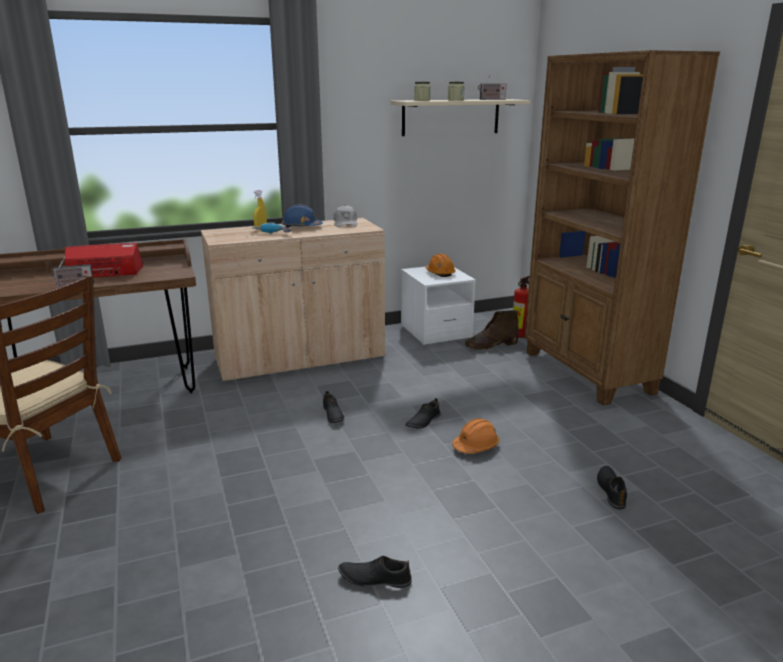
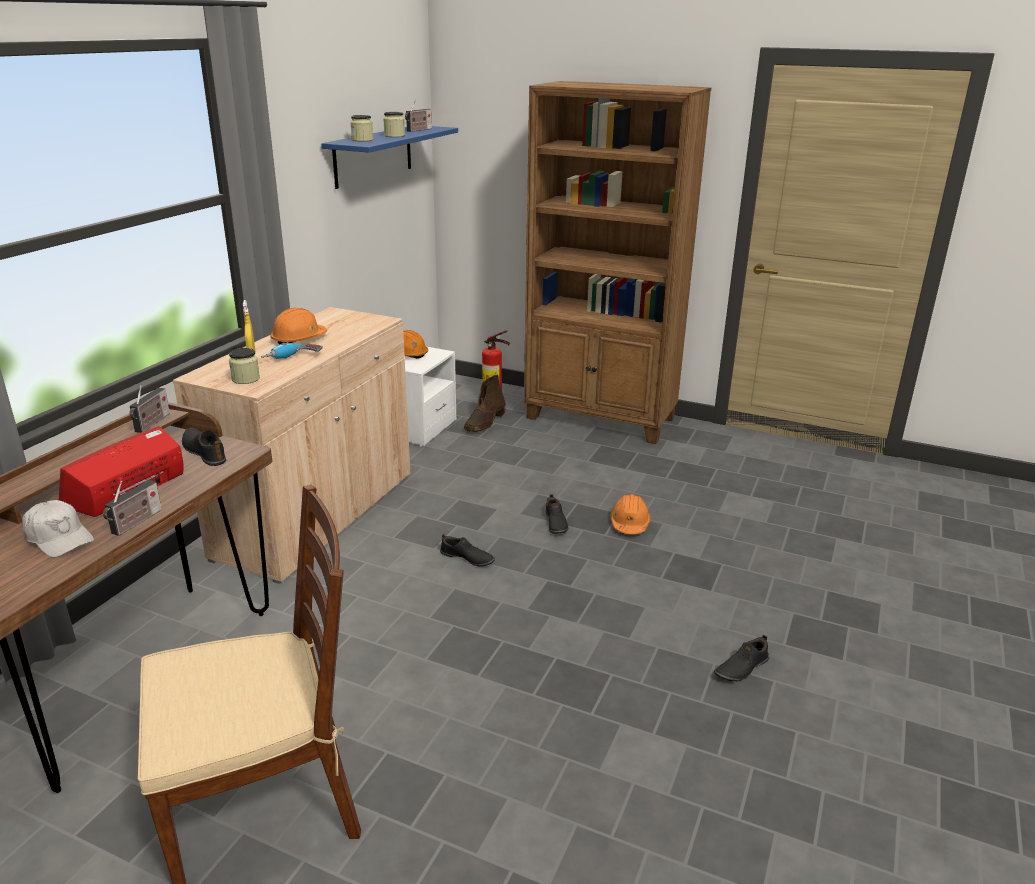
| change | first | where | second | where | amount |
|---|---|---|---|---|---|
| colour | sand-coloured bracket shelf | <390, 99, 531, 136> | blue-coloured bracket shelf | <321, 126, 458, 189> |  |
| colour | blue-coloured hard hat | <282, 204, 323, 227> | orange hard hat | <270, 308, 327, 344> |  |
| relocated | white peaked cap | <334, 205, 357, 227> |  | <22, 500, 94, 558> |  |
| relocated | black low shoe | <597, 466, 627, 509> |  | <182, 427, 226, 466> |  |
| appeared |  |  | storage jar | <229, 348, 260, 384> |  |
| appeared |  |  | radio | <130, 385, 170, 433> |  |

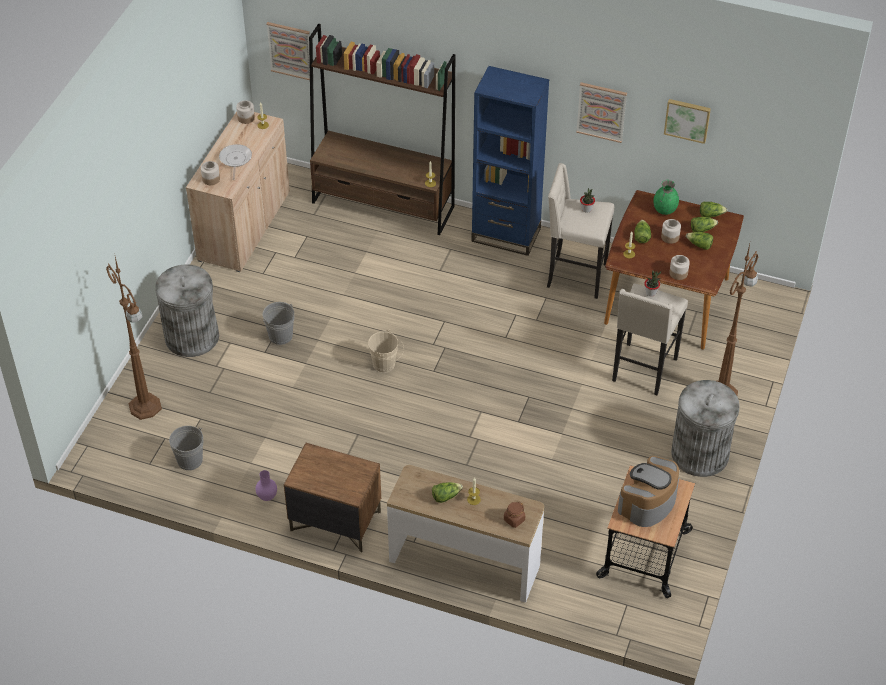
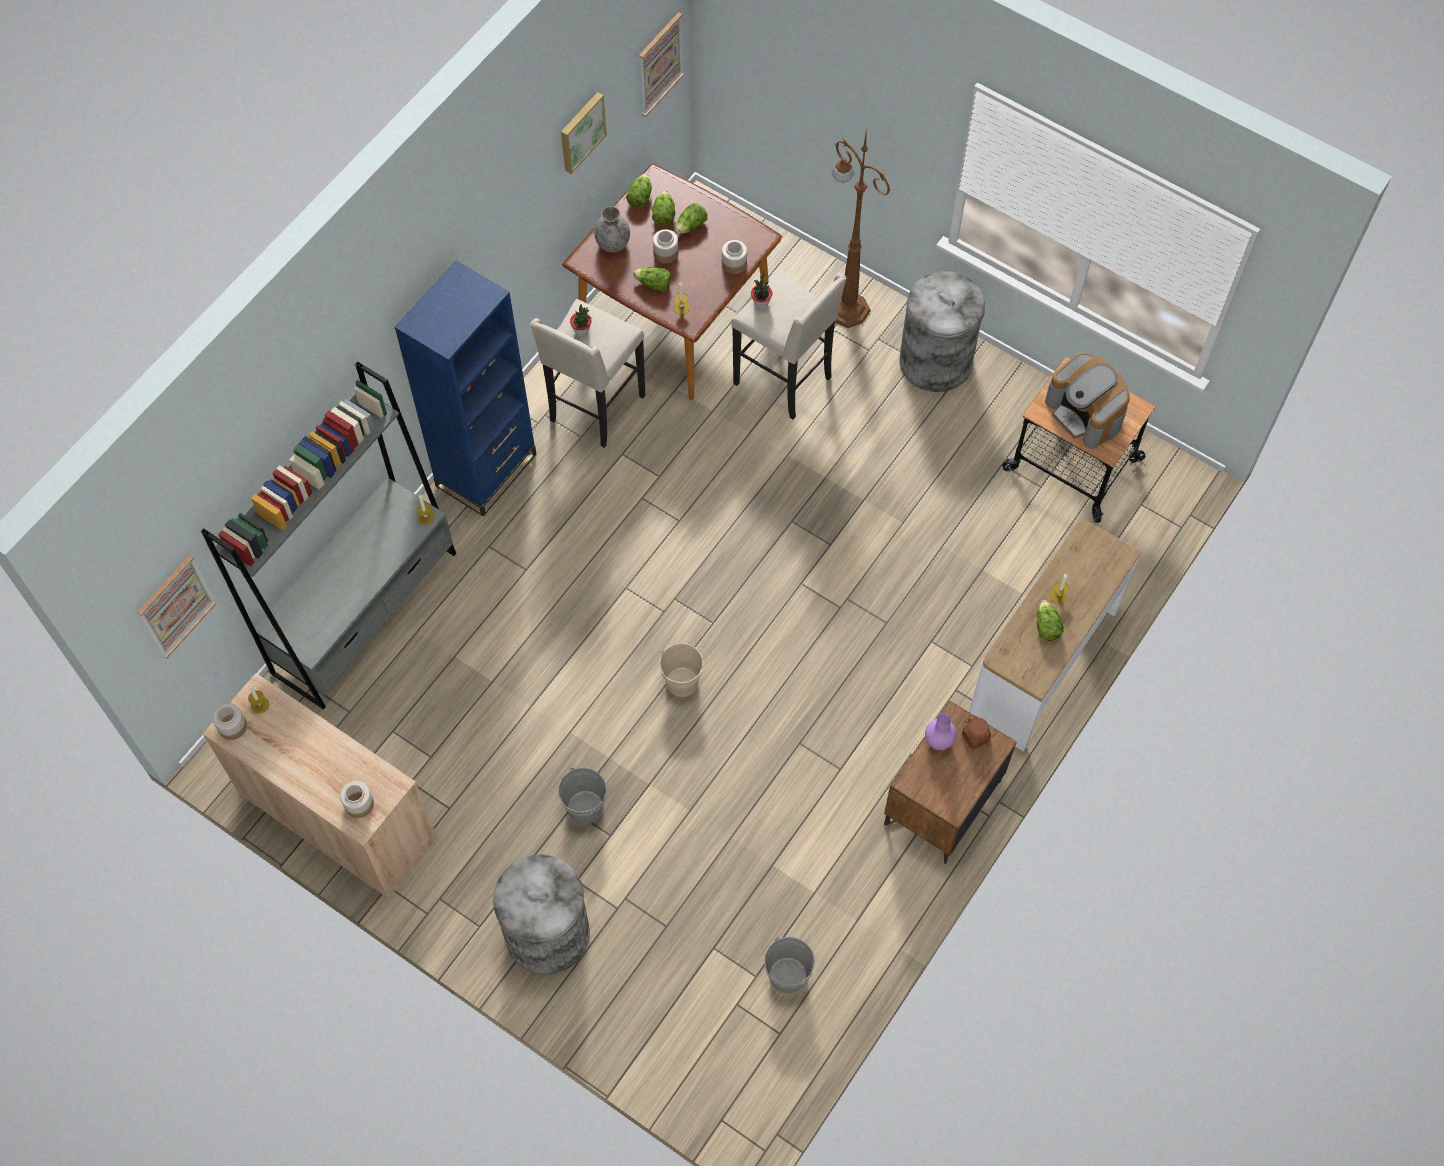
| change | first | where | second | where | amount |
|---|---|---|---|---|---|
| colour | brownish bookcase | <309, 24, 455, 235> | greyish bookcase | <201, 361, 456, 710> |  |
| relocated | picture | <576, 82, 627, 143> |  | <639, 12, 684, 117> |  |
| missing | frying pan | <219, 144, 252, 180> |  |  |  |
| colour | green-coloured flower vase | <653, 180, 679, 215> | greyish flower vase | <594, 206, 630, 253> |  |
| missing | brownish standard lamp | <106, 257, 162, 420> |  |  |  |
| relocated | purplish flower vase | <255, 470, 277, 501> |  | <925, 713, 957, 750> |  |
| relocated | brownish storage jar | <504, 502, 525, 528> |  | <962, 716, 991, 749> |  |

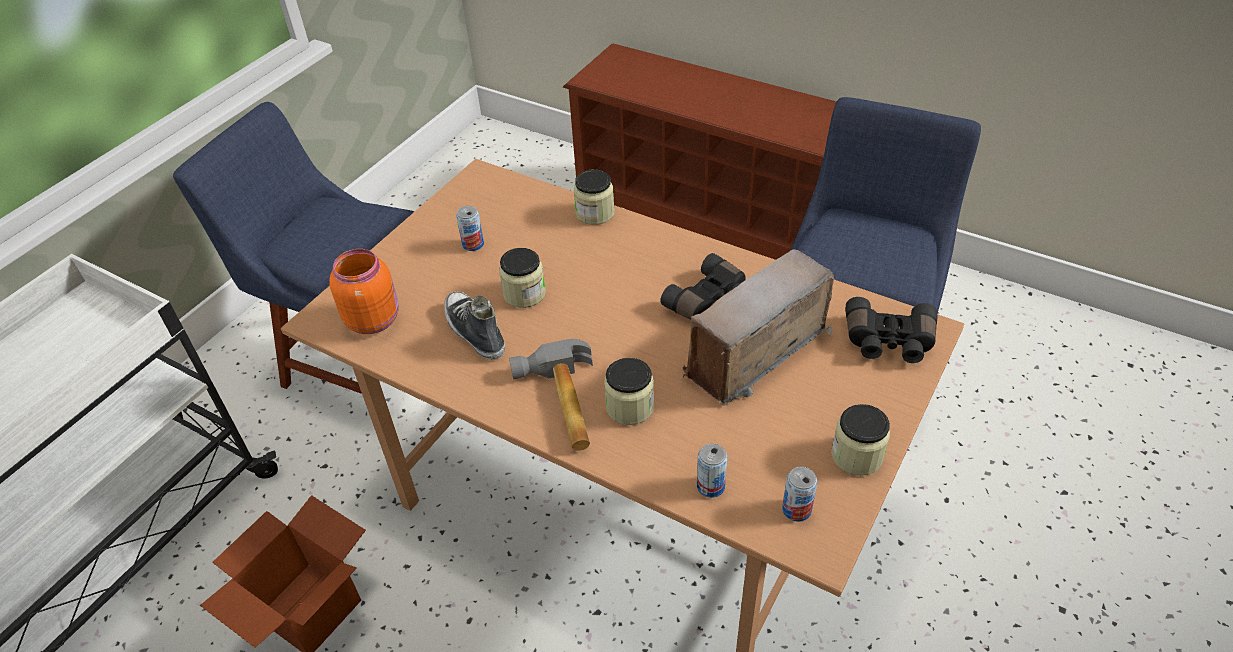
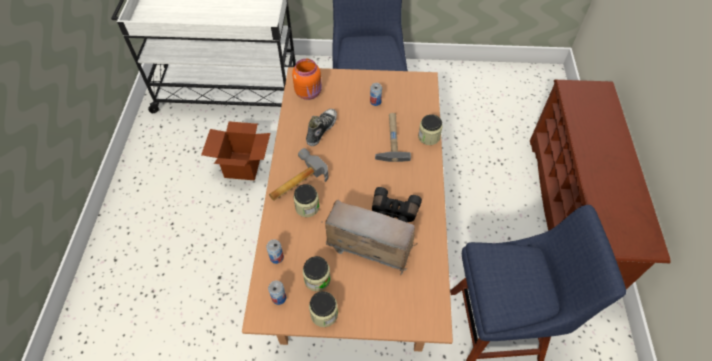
| change | first | where | second | where | amount |
|---|---|---|---|---|---|
| relocated | storage jar | <499, 248, 546, 308> |  | <303, 256, 331, 291> |  |
| missing | black field glasses | <845, 297, 938, 363> |  |  |  |
| appeared |  |  | hand hammer | <375, 113, 411, 162> |  |

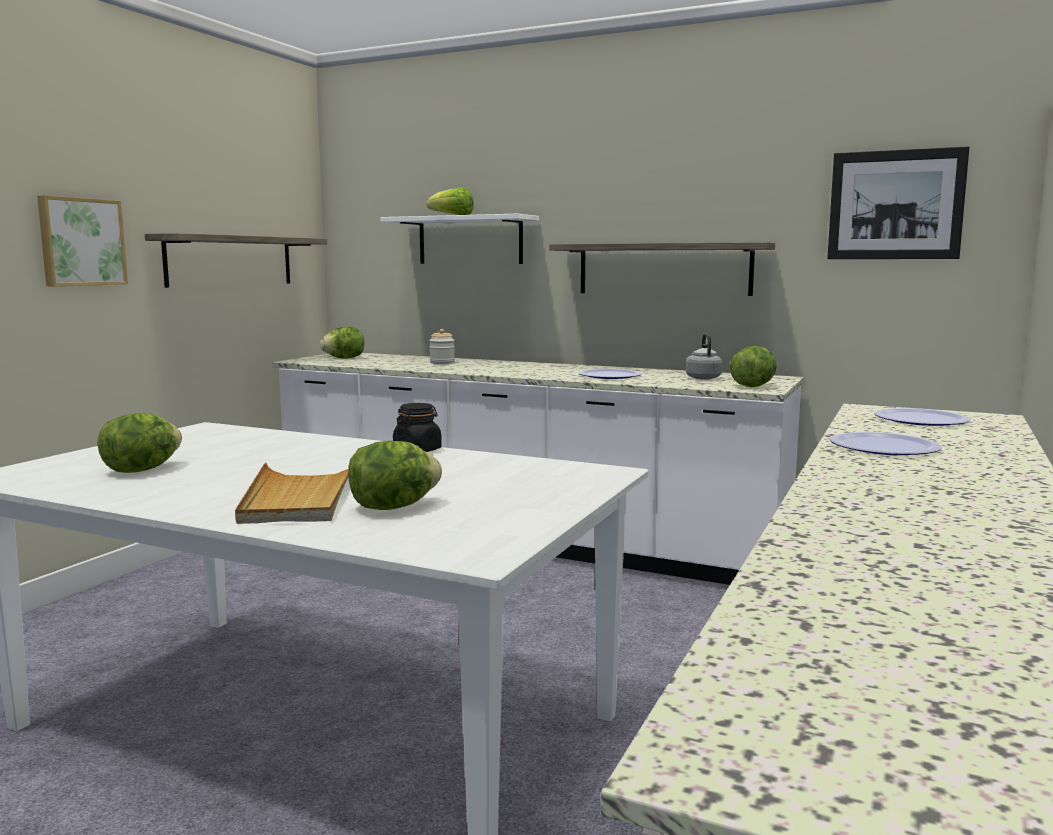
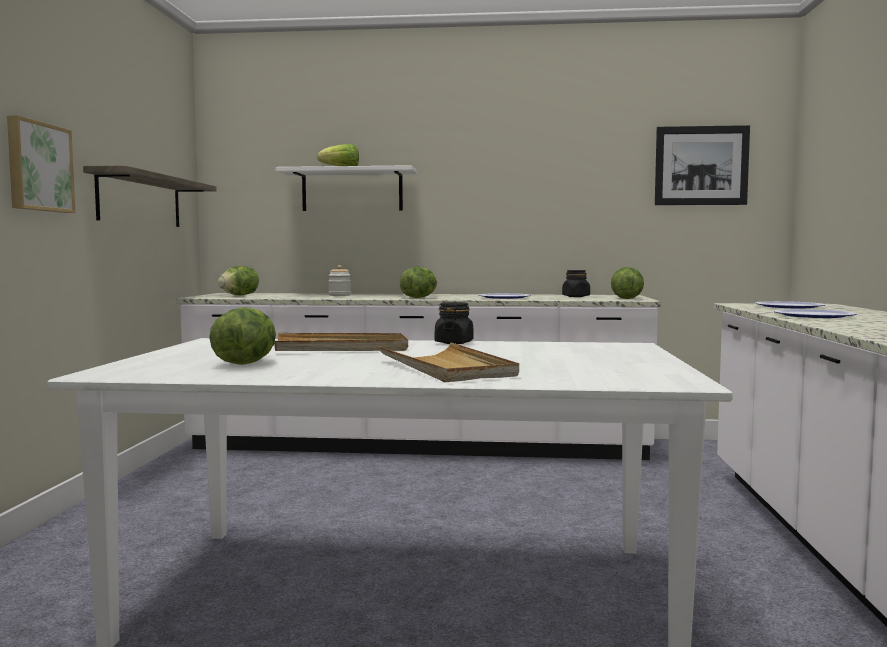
| change | first | where | second | where | amount |
|---|---|---|---|---|---|
| missing | bracket shelf | <549, 242, 775, 296> |  |  |  |
| exchanged | greyish tea kettle | <686, 334, 723, 380> | black storage jar | <562, 270, 590, 297> |  |
| relocated | lettuce head | <348, 441, 442, 510> |  | <400, 267, 437, 298> |  |
| appeared |  |  | sand-coloured carrying tray | <274, 333, 408, 351> |  |

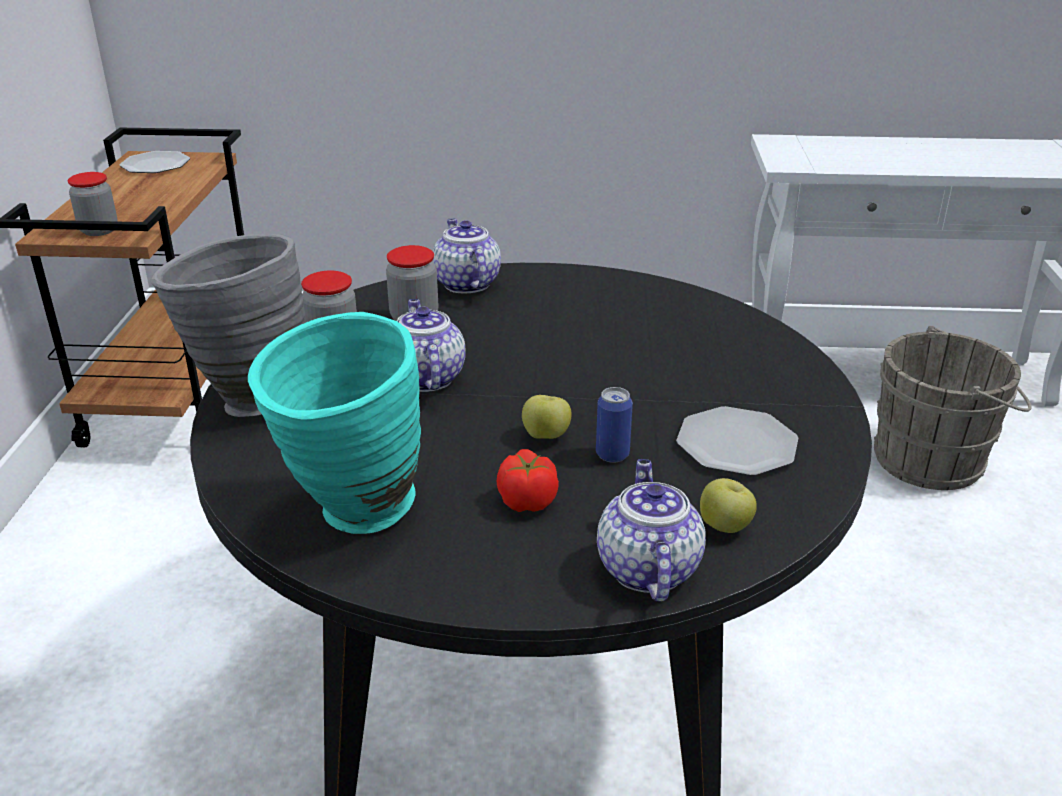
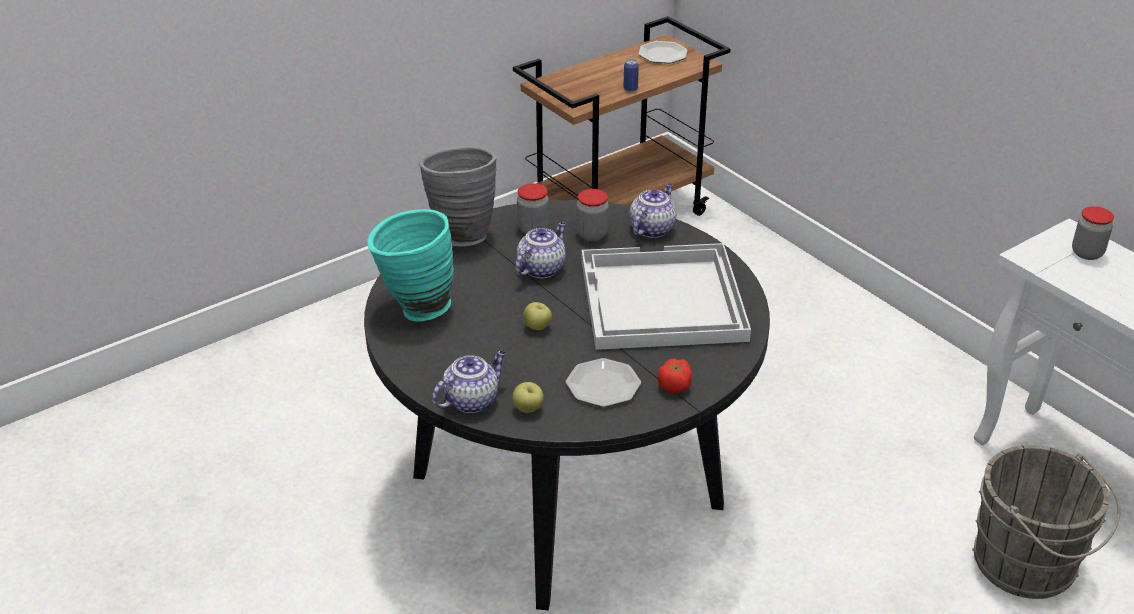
| change | first | where | second | where | amount |
|---|---|---|---|---|---|
| relocated | storage jar | <68, 172, 118, 236> |  | <1072, 206, 1114, 260> |  |
| relocated | metal can | <596, 387, 633, 463> |  | <623, 59, 639, 92> |  |
| relocated | tomato | <497, 449, 559, 512> |  | <658, 358, 692, 394> |  |
| appeared |  |  | white carrying tray | <582, 243, 751, 350> |  |

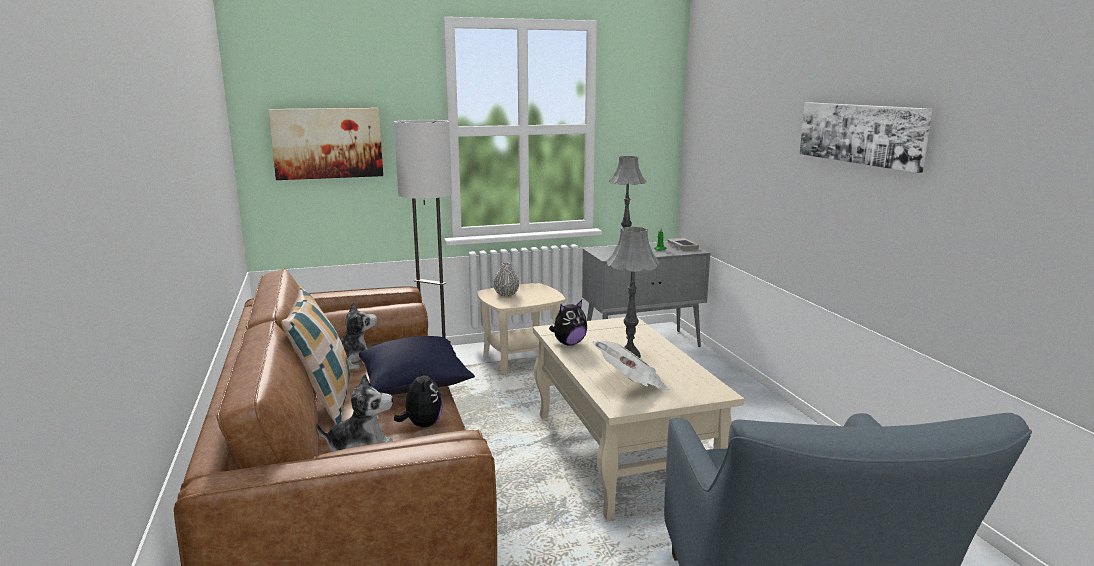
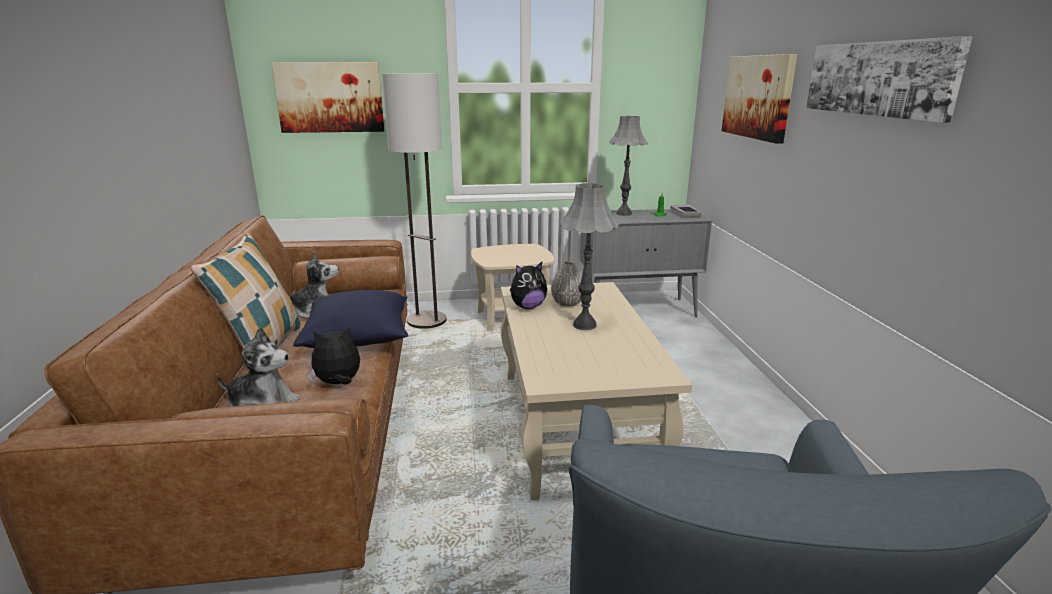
| change | first | where | second | where | amount |
|---|---|---|---|---|---|
| relocated | greyish flower vase | <493, 262, 519, 296> |  | <551, 261, 582, 307> |  |
| missing | printed paper | <593, 341, 670, 391> |  |  |  |
| spun | soft toy | <394, 368, 443, 428> |  | <307, 326, 360, 384> | 105 degrees counterclockwise |
| appeared |  |  | picture | <722, 54, 797, 144> |  |

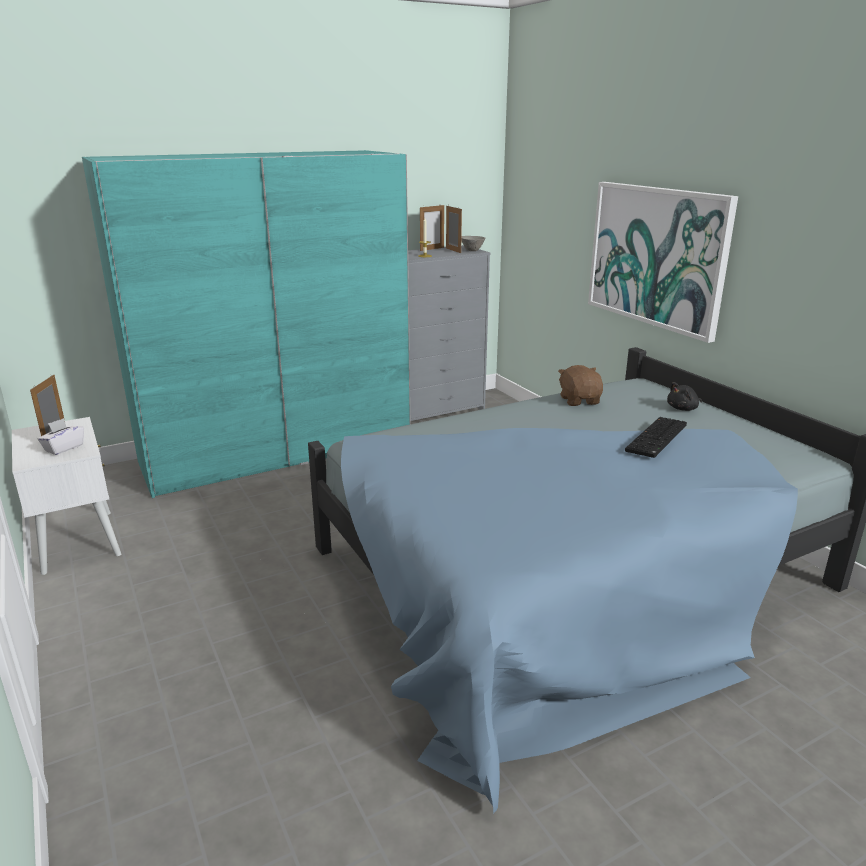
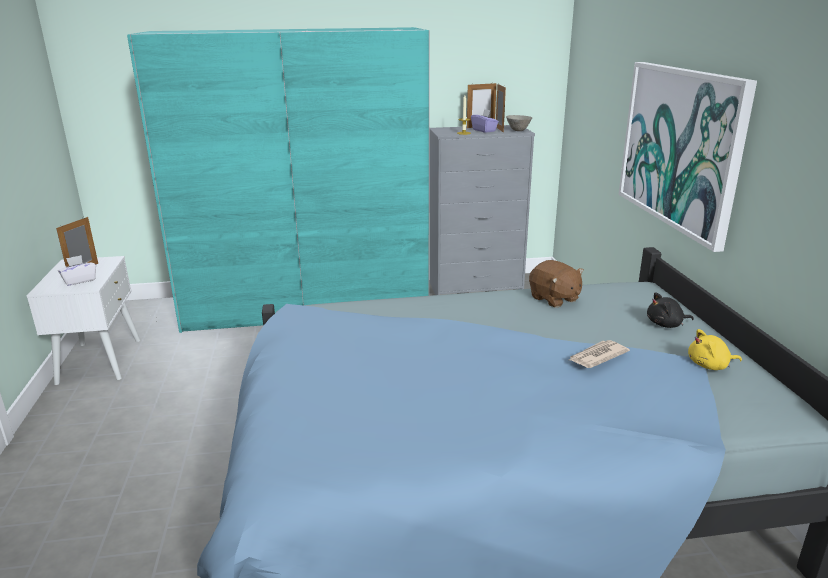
| change | first | where | second | where | amount |
|---|---|---|---|---|---|
| spun | brownish soft toy | <558, 365, 603, 406> |  | <529, 260, 584, 308> | 135 degrees clockwise |
| exchanged | computer keyboard | <625, 417, 687, 458> | printed paper | <569, 340, 630, 368> |  |
| appeared |  |  | purplish box of tissues | <471, 109, 499, 133> |  |
| appeared |  |  | yellowish soft toy | <688, 329, 742, 370> |  |

